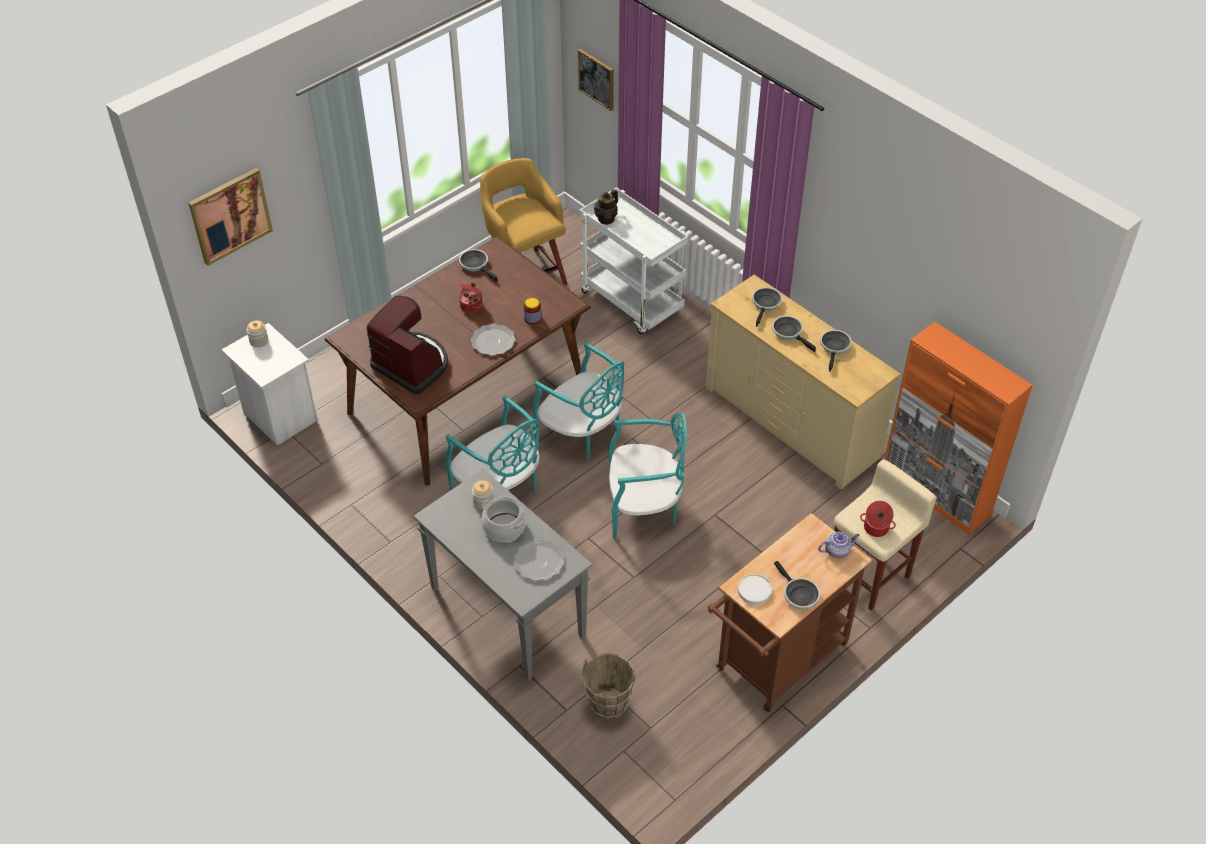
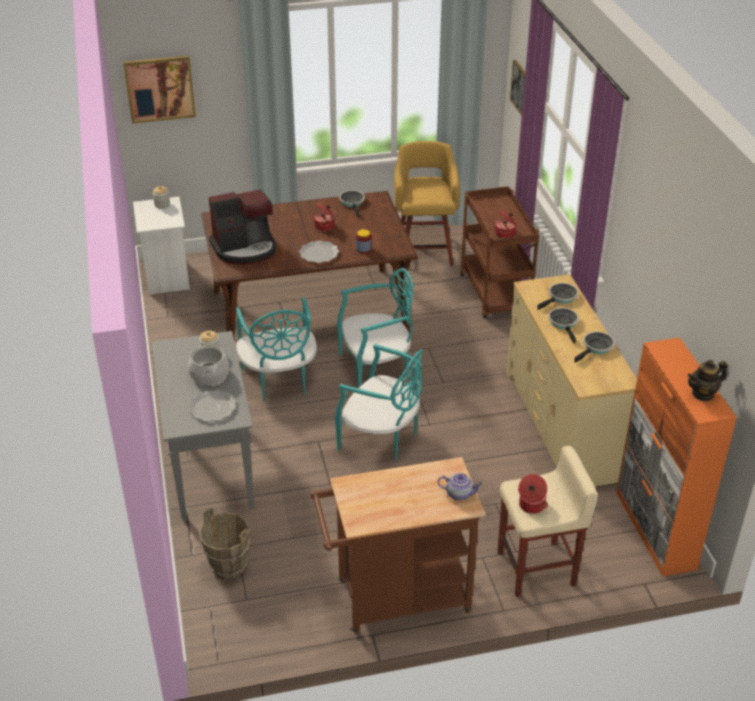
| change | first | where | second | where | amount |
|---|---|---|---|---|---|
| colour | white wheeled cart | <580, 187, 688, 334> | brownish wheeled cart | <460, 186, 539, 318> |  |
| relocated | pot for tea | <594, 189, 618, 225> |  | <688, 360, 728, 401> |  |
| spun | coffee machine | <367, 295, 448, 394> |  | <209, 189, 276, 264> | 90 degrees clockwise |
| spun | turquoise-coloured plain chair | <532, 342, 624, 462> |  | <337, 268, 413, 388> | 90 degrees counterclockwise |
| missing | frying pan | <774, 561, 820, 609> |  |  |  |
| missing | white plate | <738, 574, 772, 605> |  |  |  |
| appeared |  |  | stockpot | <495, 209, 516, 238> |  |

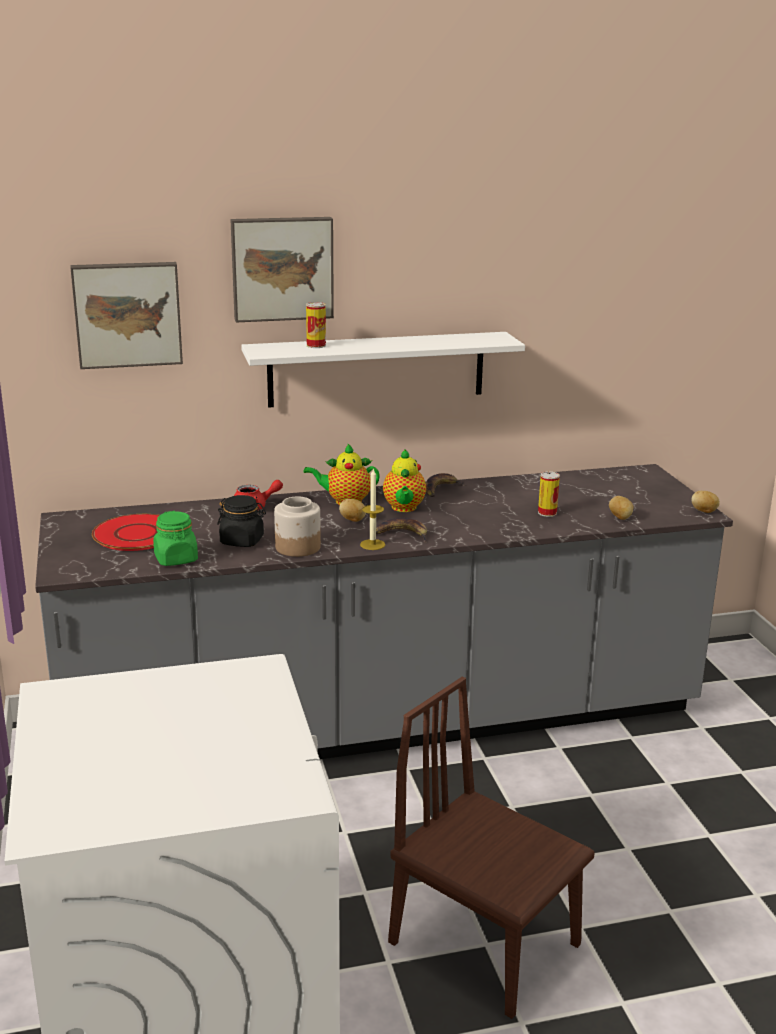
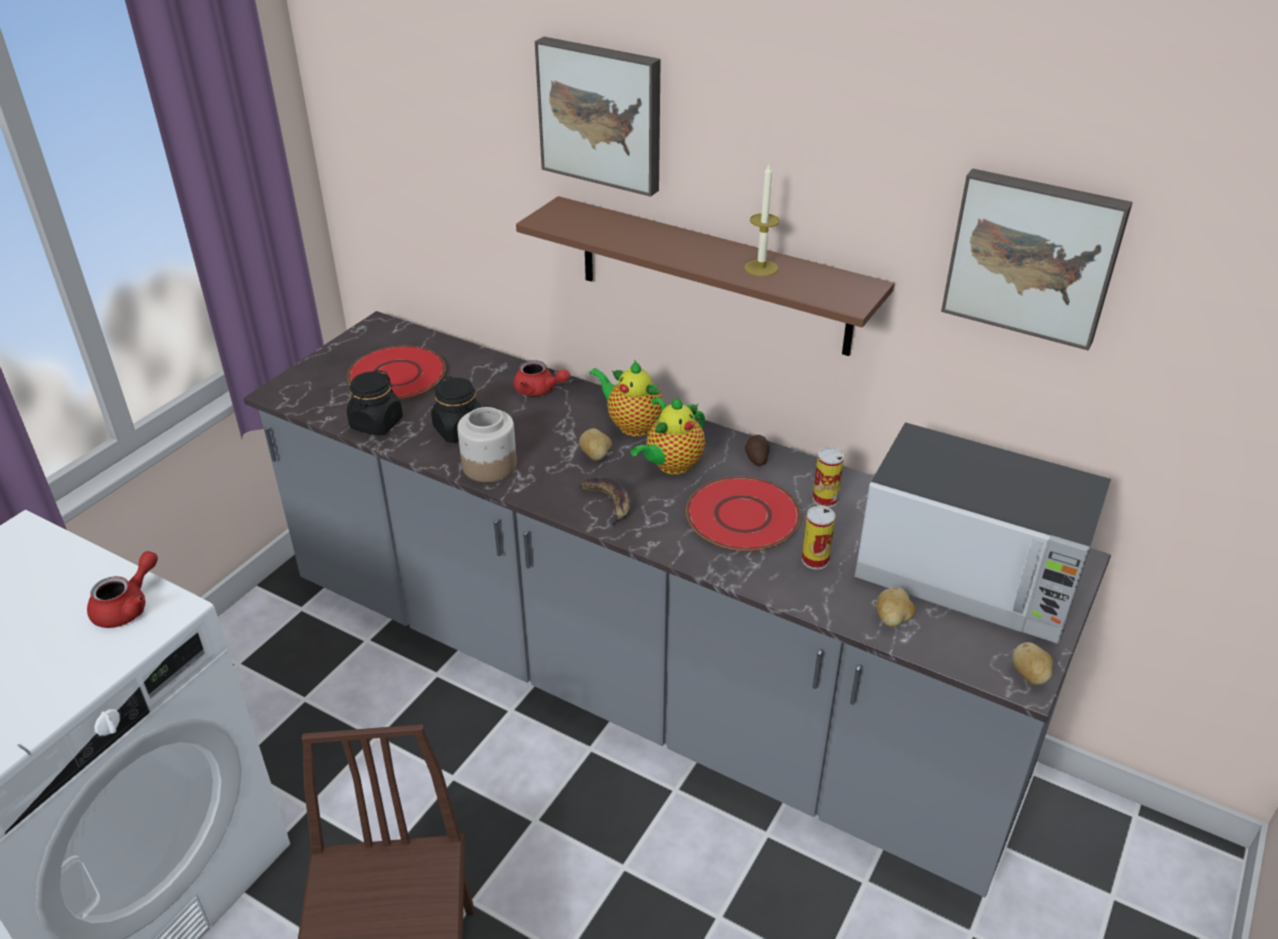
| change | first | where | second | where | amount |
|---|---|---|---|---|---|
| relocated | picture | <70, 262, 183, 369> |  | <941, 169, 1133, 350> |  |
| relocated | metal can | <306, 302, 326, 348> |  | <813, 447, 845, 507> |  |
| colour | white bracket shelf | <241, 332, 525, 408> | brownish bracket shelf | <516, 196, 894, 356> |  |
| relocated | wax candle | <360, 468, 385, 550> |  | <744, 164, 780, 276> |  |
| exchanged | banana | <426, 473, 467, 497> | whole potato | <745, 435, 770, 466> |  |
| colour | green-coloured storage jar | <153, 511, 198, 566> | black storage jar | <347, 370, 403, 436> |  |
| appeared |  |  | microwave oven | <854, 422, 1111, 644> |  |
| appeared |  |  | red-coloured plate | <686, 477, 801, 551> |  |
| appeared |  |  | red-coloured pot for tea | <87, 551, 158, 628> |  |

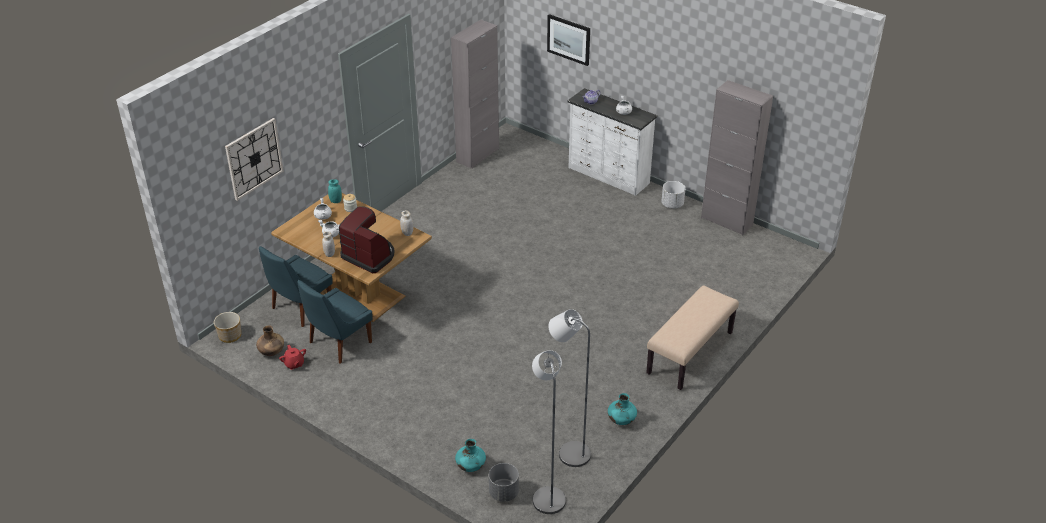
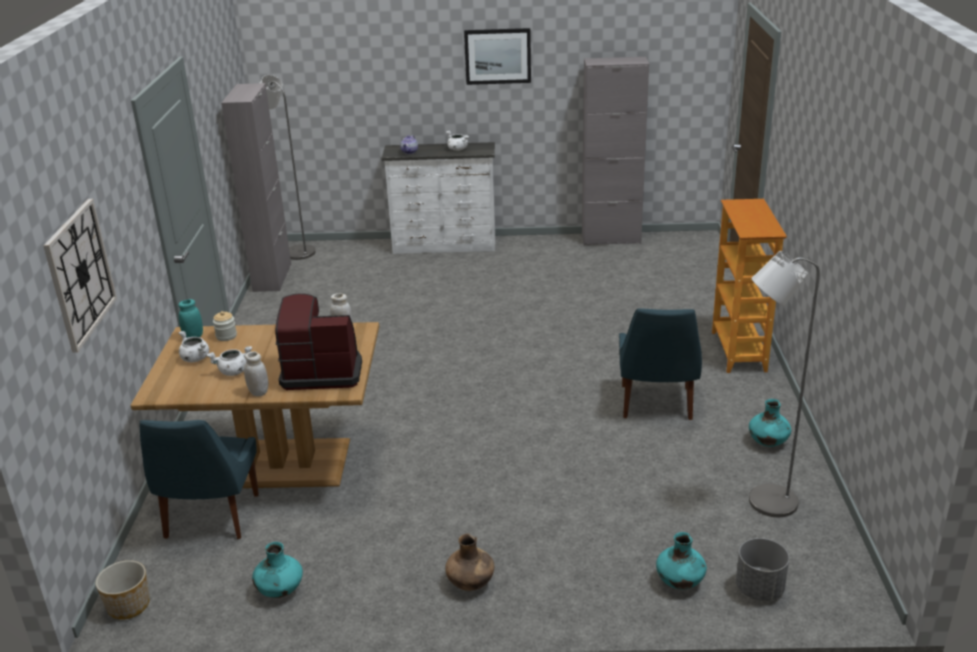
| change | first | where | second | where | amount |
|---|---|---|---|---|---|
| relocated | picture | <547, 14, 590, 66> |  | <464, 28, 531, 85> |  |
| missing | white planter | <662, 181, 686, 209> |  |  |  |
| relocated | blue-coloured plain chair | <297, 280, 372, 364> |  | <619, 308, 702, 420> |  |
| exchanged | sand-coloured bench | <646, 285, 739, 390> | bookcase | <712, 199, 787, 373> |  |
| relocated | brownish flower vase | <256, 325, 284, 356> |  | <445, 533, 494, 591> |  |
| exchanged | red-coloured pot for tea | <279, 345, 306, 370> | turquoise-coloured flower vase | <252, 542, 303, 598> |  |
| relocated | greyish standard lamp | <532, 350, 566, 514> |  | <260, 75, 315, 260> |  |

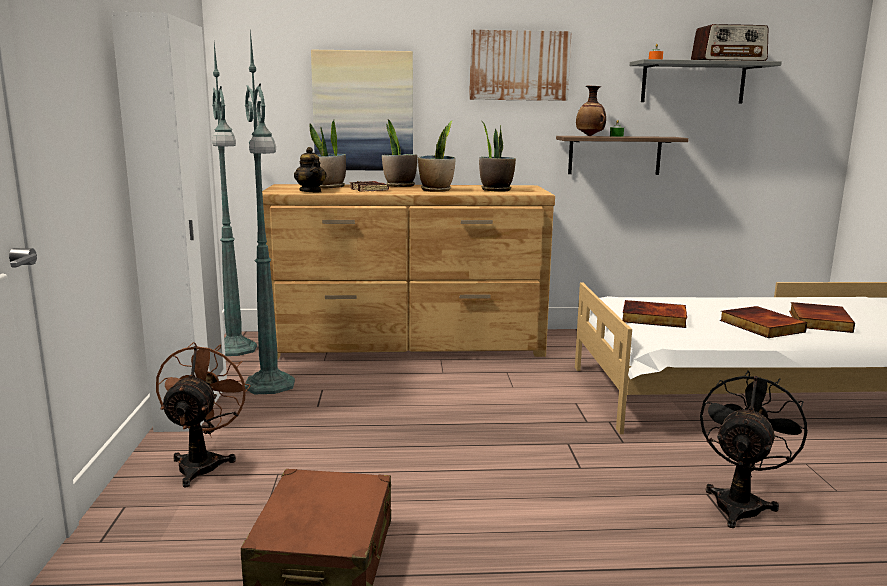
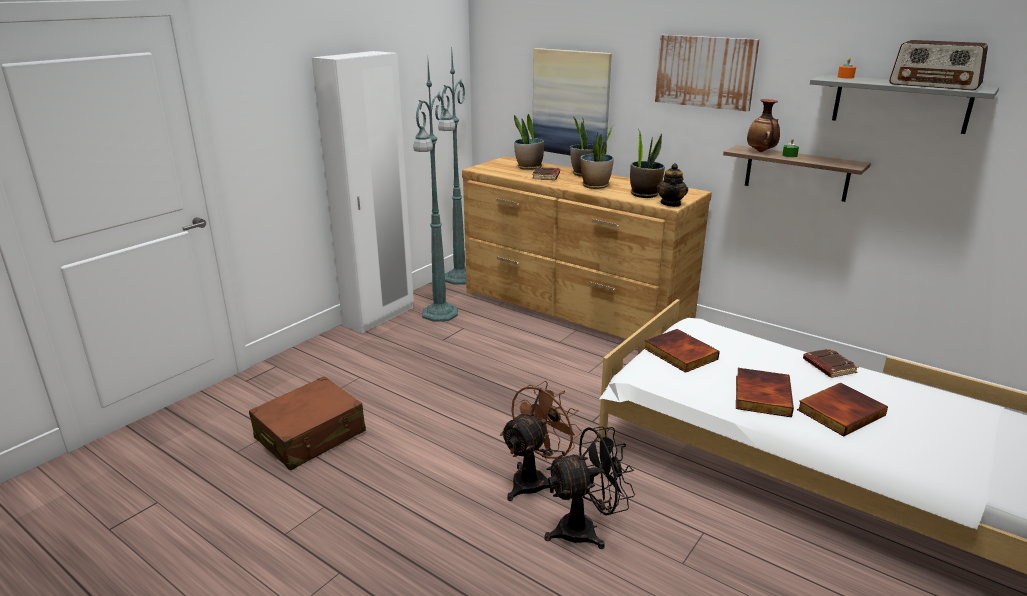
| change | first | where | second | where | amount |
|---|---|---|---|---|---|
| relocated | pot for tea | <294, 147, 326, 192> |  | <656, 163, 688, 207> |  |
| relocated | brownish electric fan | <156, 342, 251, 487> |  | <500, 381, 582, 501> |  |
| appeared |  |  | brownish volume | <803, 348, 859, 378> |  |

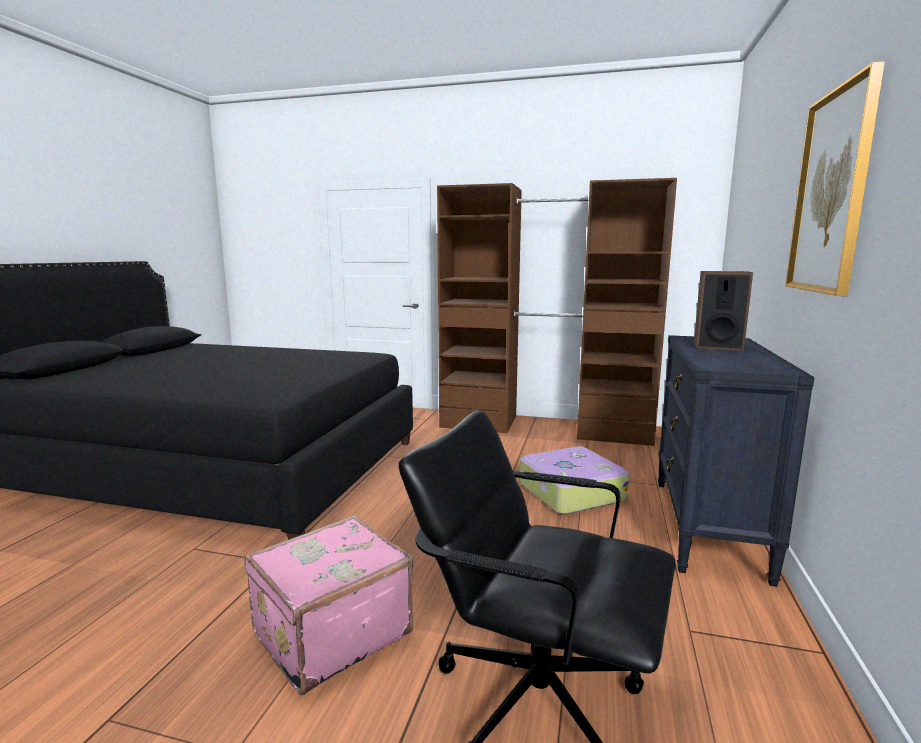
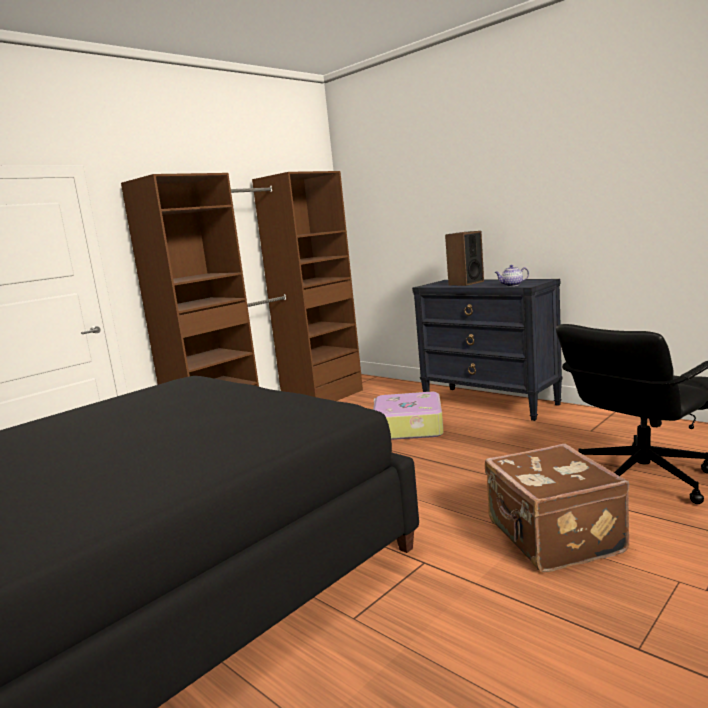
| change | first | where | second | where | amount |
|---|---|---|---|---|---|
| missing | picture | <785, 61, 885, 296> |  |  |  |
| colour | pinkish travel case | <244, 515, 413, 695> | brownish travel case | <485, 444, 629, 572> |  |
| appeared |  |  | pot for tea | <495, 265, 529, 286> |  |

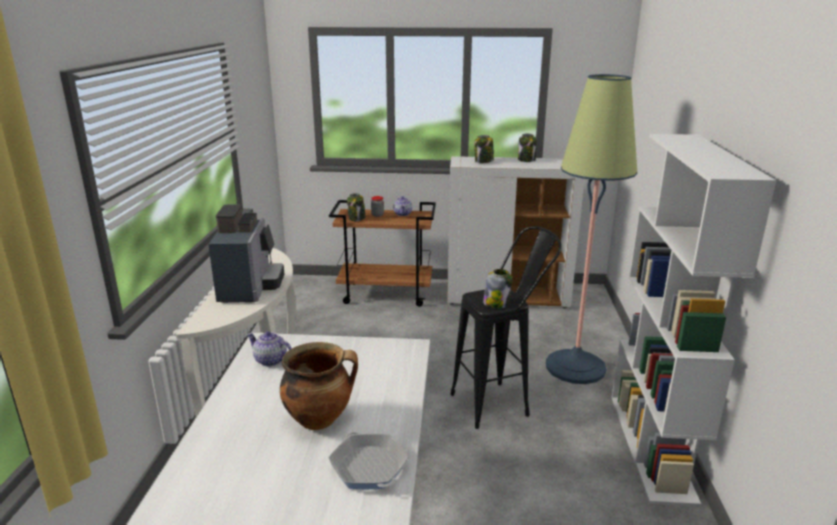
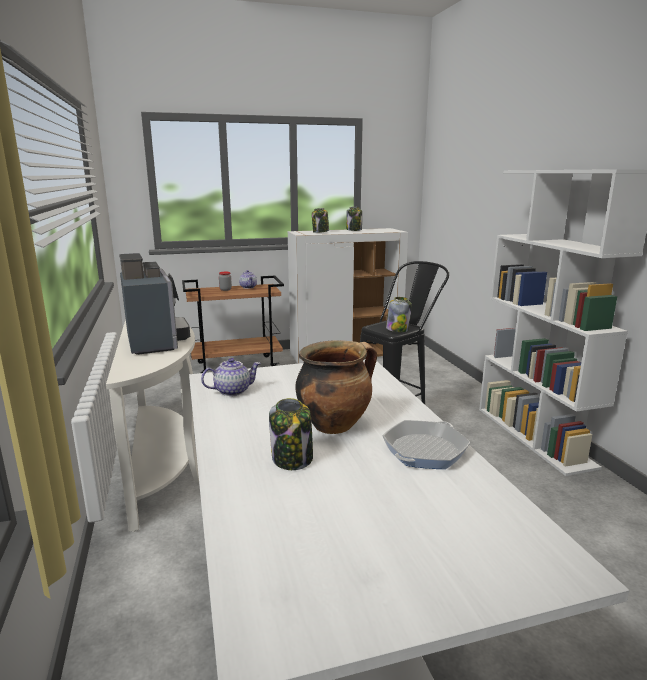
| change | first | where | second | where | amount |
|---|---|---|---|---|---|
| missing | standard lamp | <546, 74, 638, 384> |  |  |  |
| relocated | storage jar | <347, 193, 366, 221> |  | <269, 398, 313, 470> |  |
| spun | pot for tea | <247, 331, 292, 366> |  | <201, 358, 261, 396> | 150 degrees clockwise |
| spun | frying pan | <328, 432, 409, 489> |  | <382, 420, 470, 469> | 90 degrees clockwise |

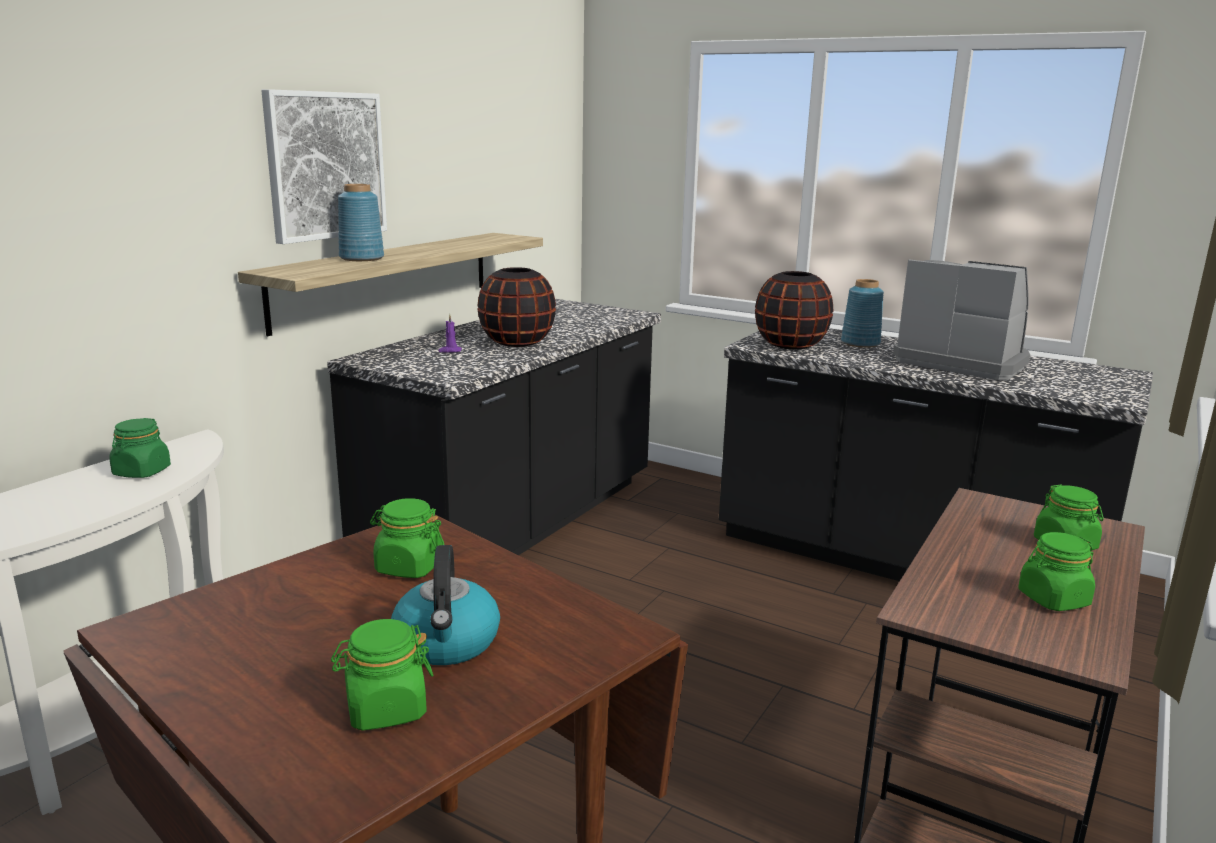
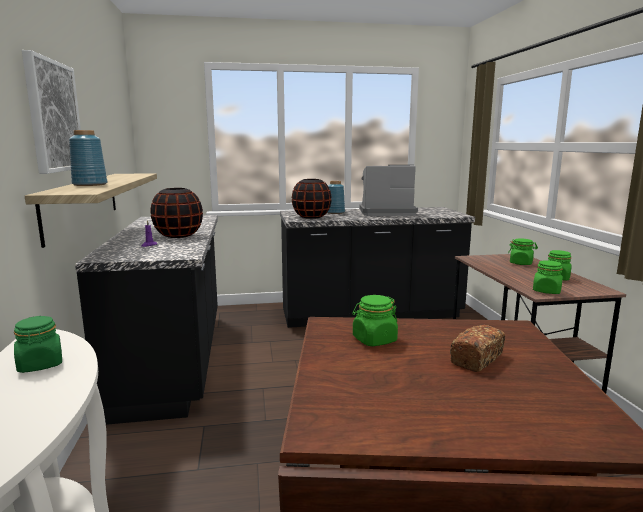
| change | first | where | second | where | amount |
|---|---|---|---|---|---|
| exchanged | tea kettle | <391, 545, 500, 665> | bakery bread | <450, 324, 505, 372> |  |
| relocated | green-coloured storage jar | <331, 619, 433, 730> |  | <533, 260, 563, 294> |  |

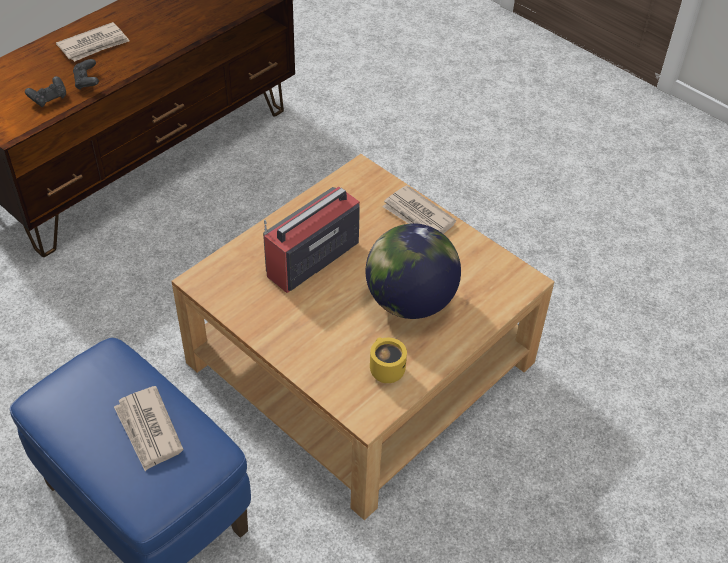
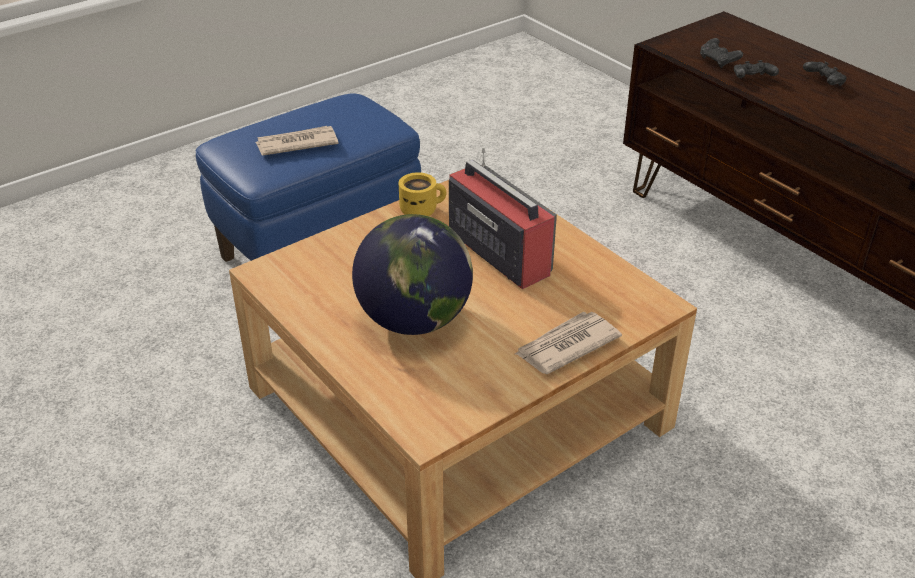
| change | first | where | second | where | amount |
|---|---|---|---|---|---|
| exchanged | printed paper | <56, 22, 130, 62> | black game controller | <803, 62, 847, 86> |  |
| relocated | yellowish tea mug | <370, 338, 407, 383> |  | <399, 172, 446, 216> |  |

